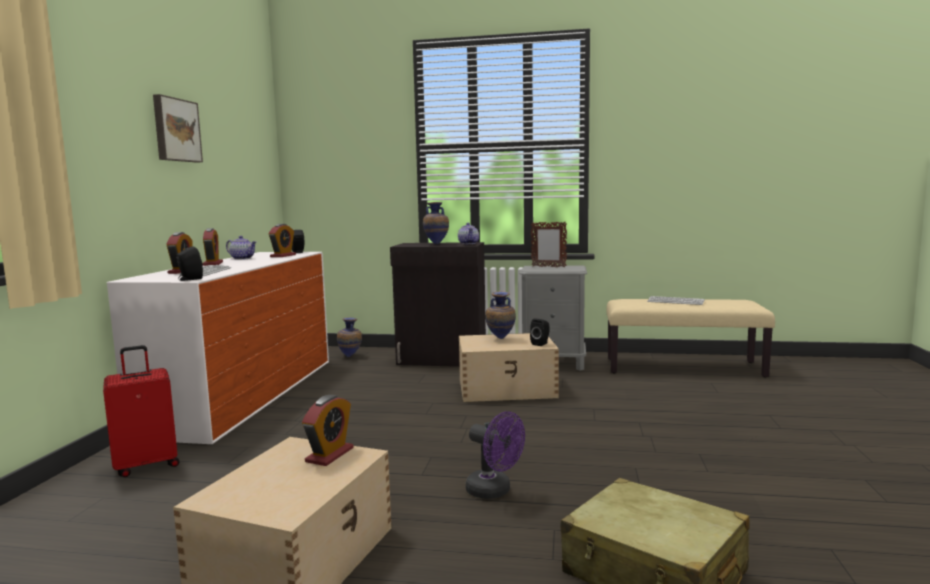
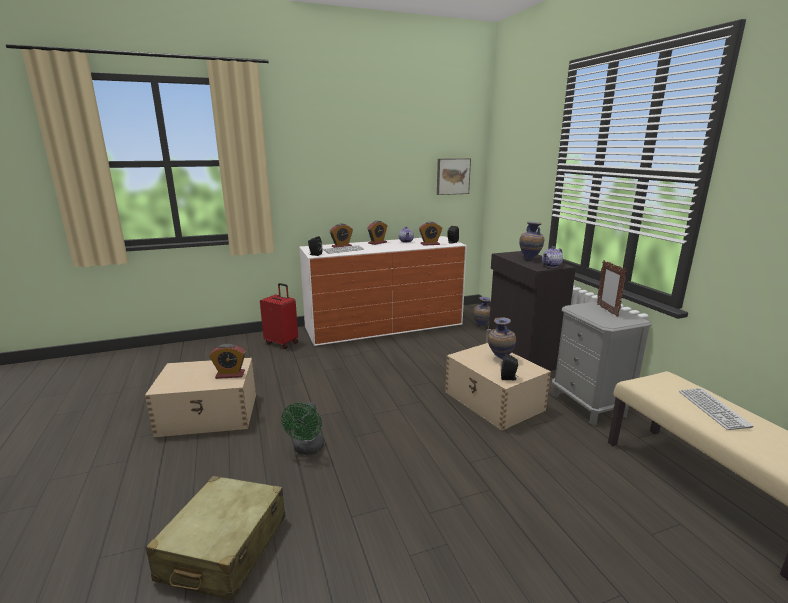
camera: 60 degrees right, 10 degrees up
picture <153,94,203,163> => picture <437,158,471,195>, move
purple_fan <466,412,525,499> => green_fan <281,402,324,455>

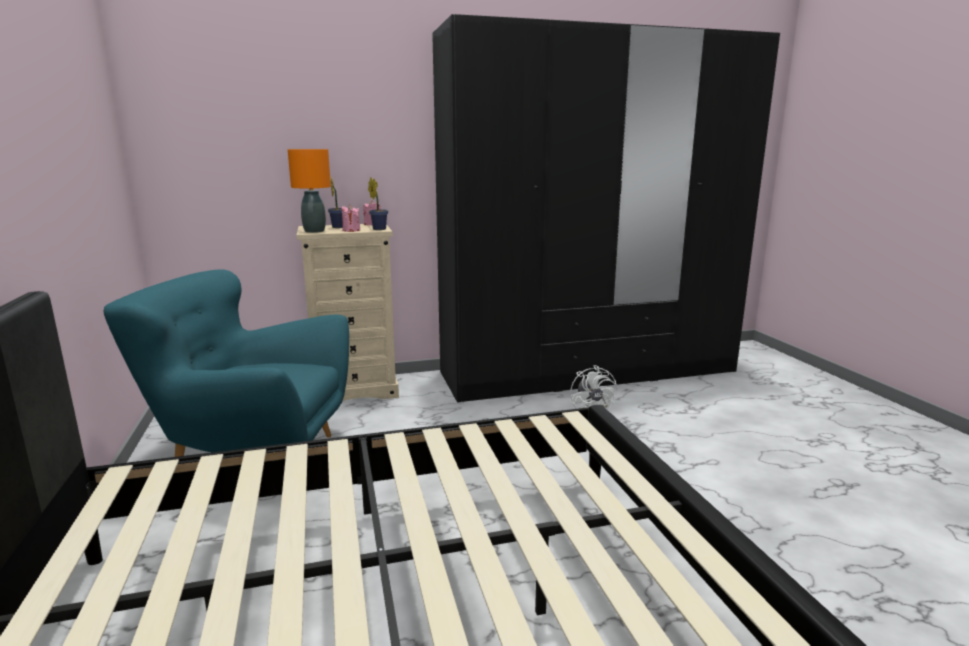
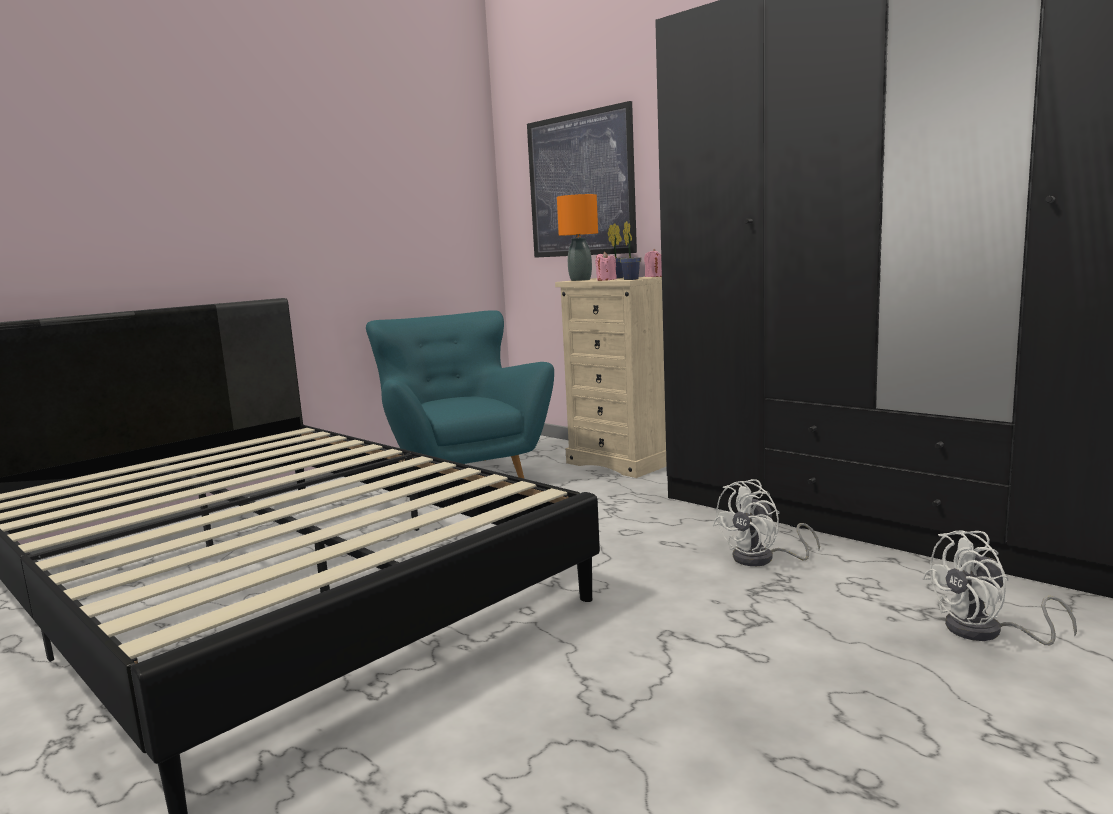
camera: 60 degrees right, 5 degrees down
nothing => picture <527,101,637,258>
nothing => white_fan <922,530,1077,645>

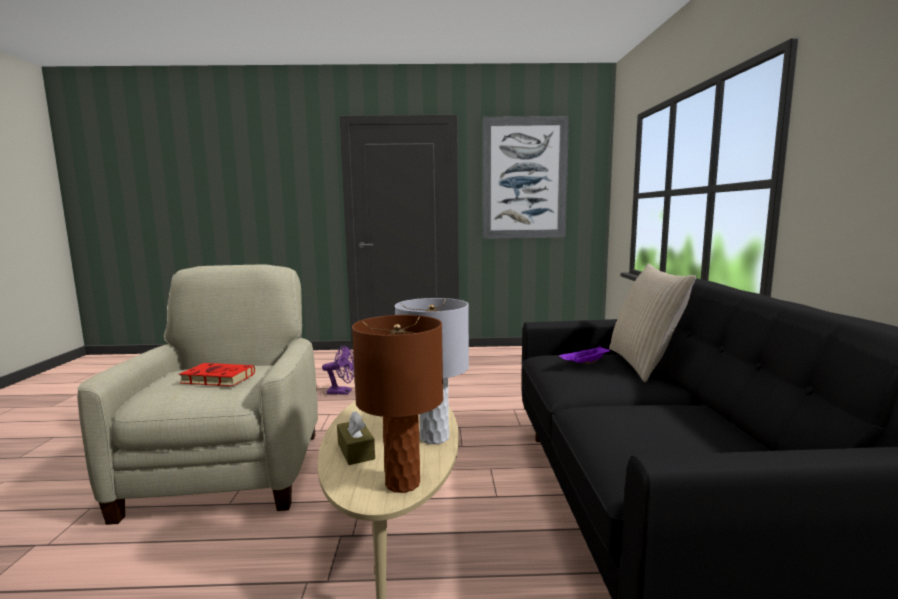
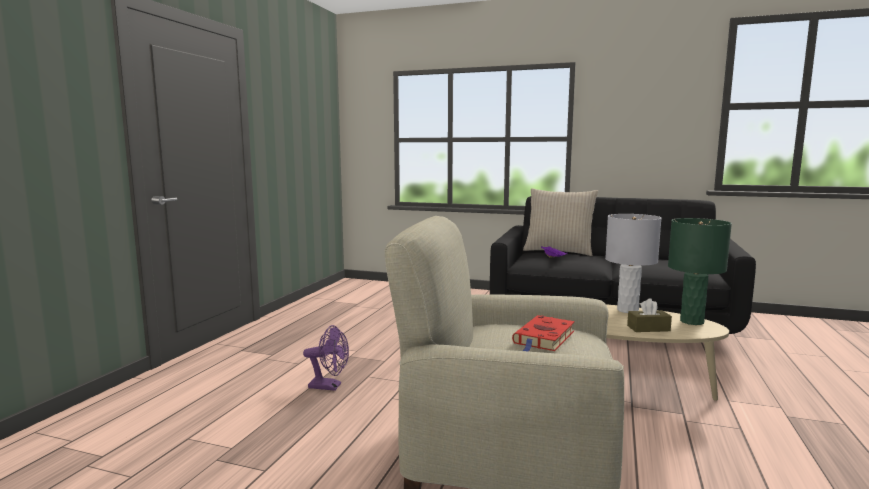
camera: 70 degrees left, 0 degrees up
purple_fan <322,345,355,395> => purple_fan <303,325,349,391>, 75 degrees clockwise
brown_table_lamp <352,315,443,493> => green_table_lamp <668,218,732,325>
picture <482,116,569,239> => nothing

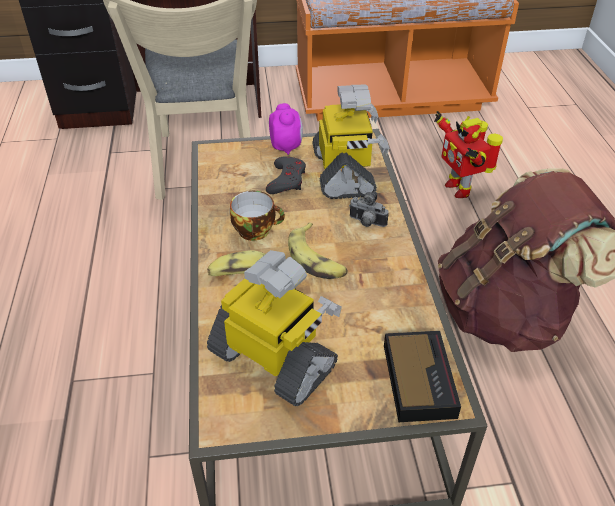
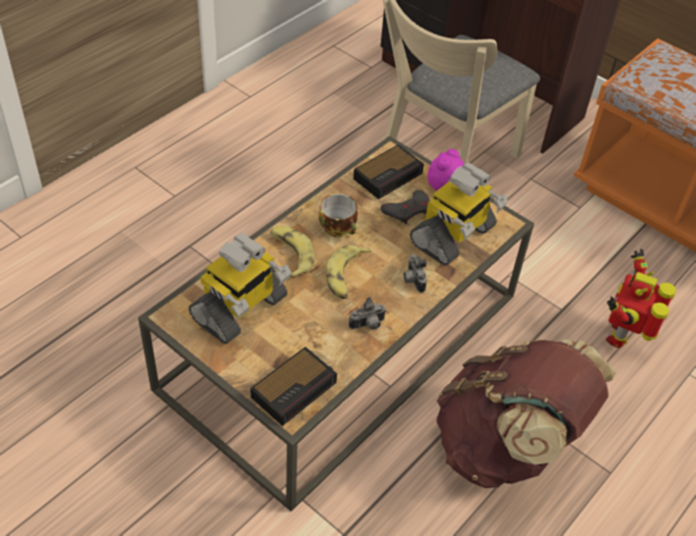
camera: 45 degrees right, 5 degrees up
toy_robot <207,250,342,406> => toy_robot <189,233,292,344>, 45 degrees clockwise
nothing => photo_camera <349,297,386,330>
nothing => alarm_clock <353,144,424,199>

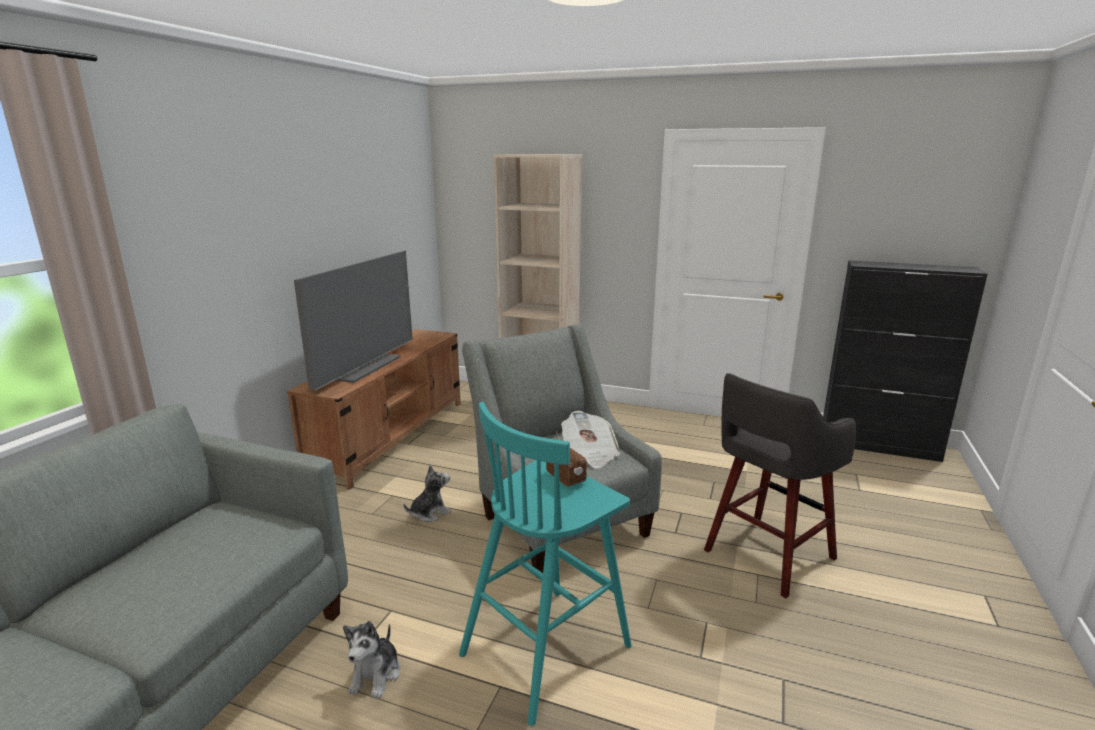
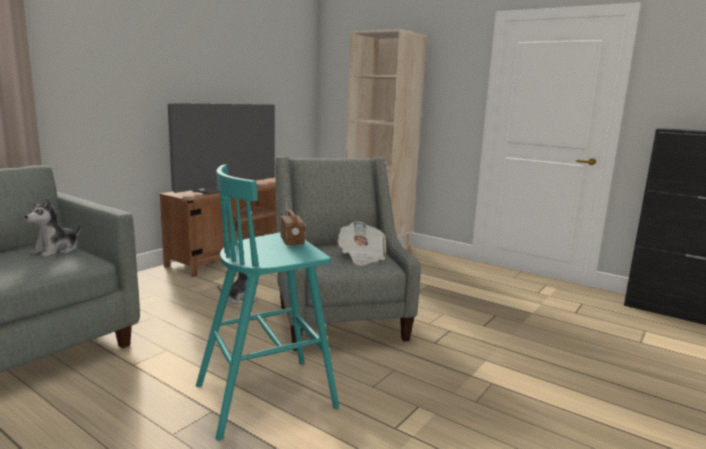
camera: 15 degrees right, 5 degrees down
plush_toy <343,621,400,699> => plush_toy <25,198,81,257>, move
grey_stool <704,373,856,598> => nothing

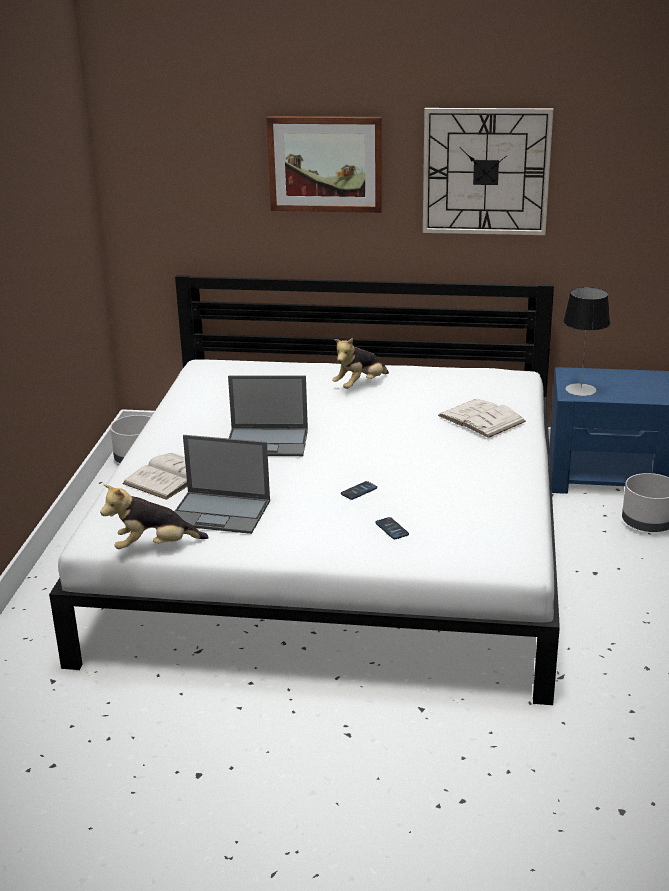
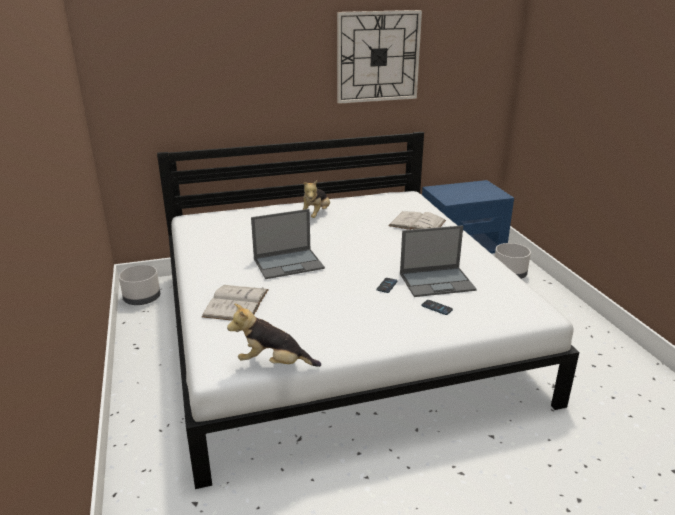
camera: 25 degrees left, 0 degrees up
plush_toy <100,484,209,549> => plush_toy <227,303,321,367>, 45 degrees clockwise
laptop <174,435,270,534> => laptop <400,225,477,297>, move
picture <266,116,382,213> => nothing
table_lamp <563,287,610,396> => nothing

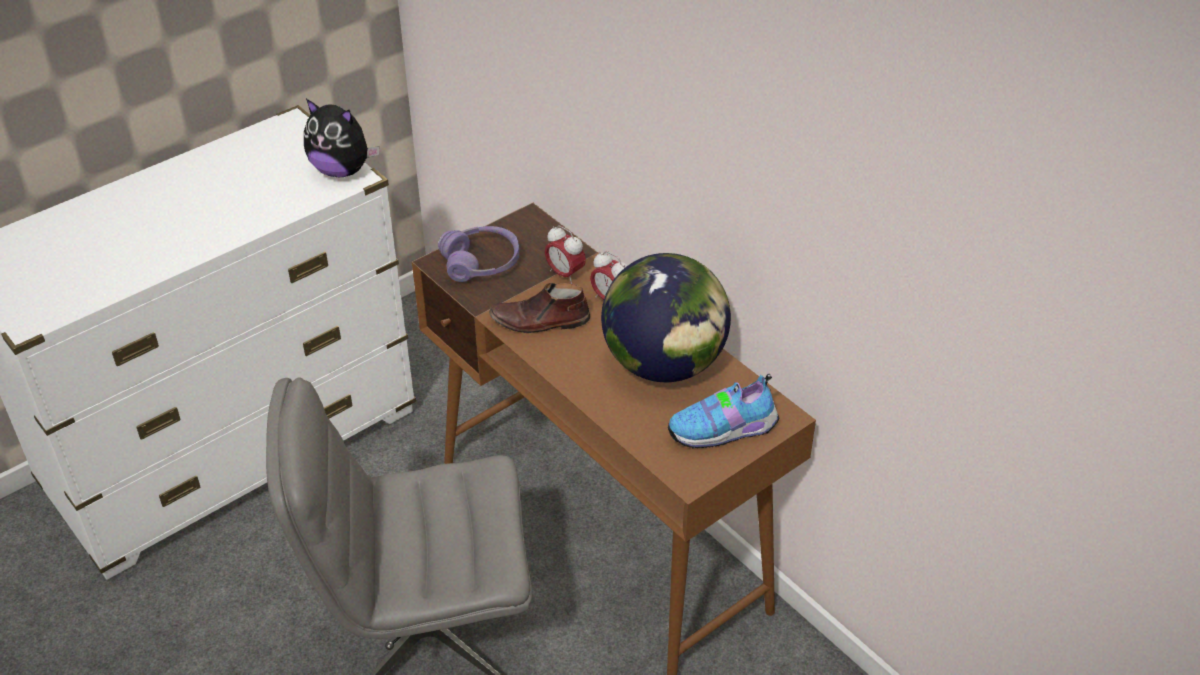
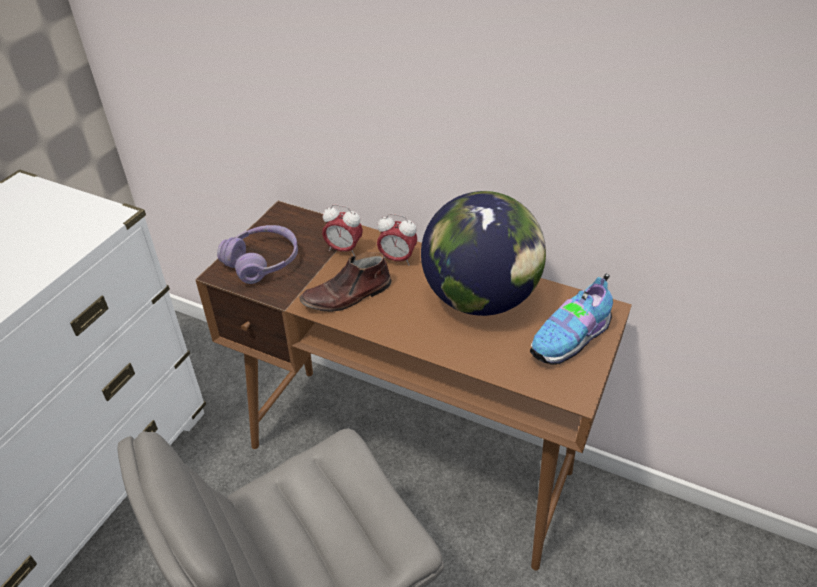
camera: 25 degrees left, 0 degrees up
plush_toy <304,99,379,177> => nothing

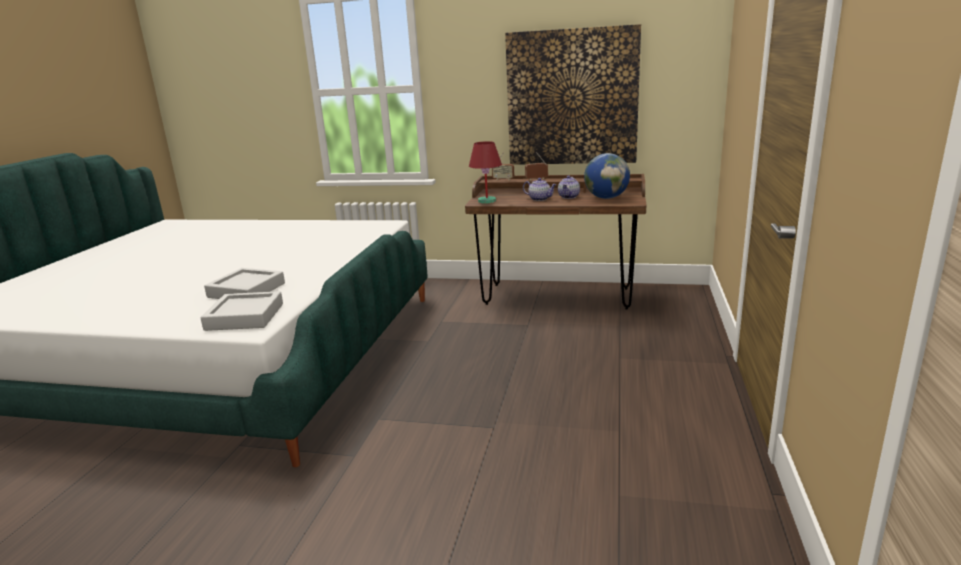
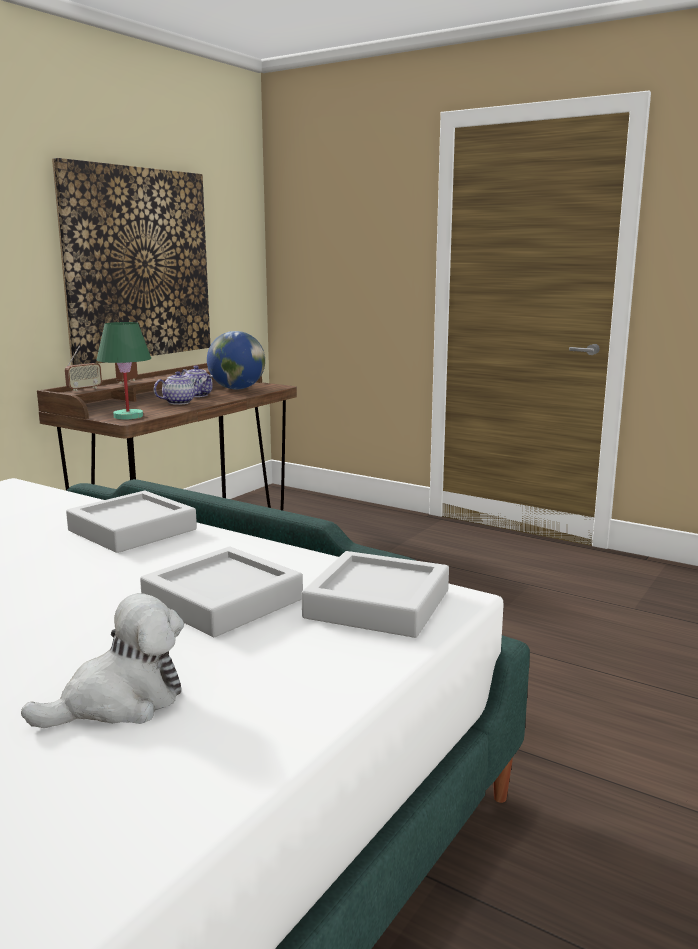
camera: 70 degrees left, 5 degrees down
red_table_lamp <469,141,502,204> => green_table_lamp <96,322,151,419>
nothing => plush_toy <21,593,184,728>
nothing => grey_tray <66,491,197,553>

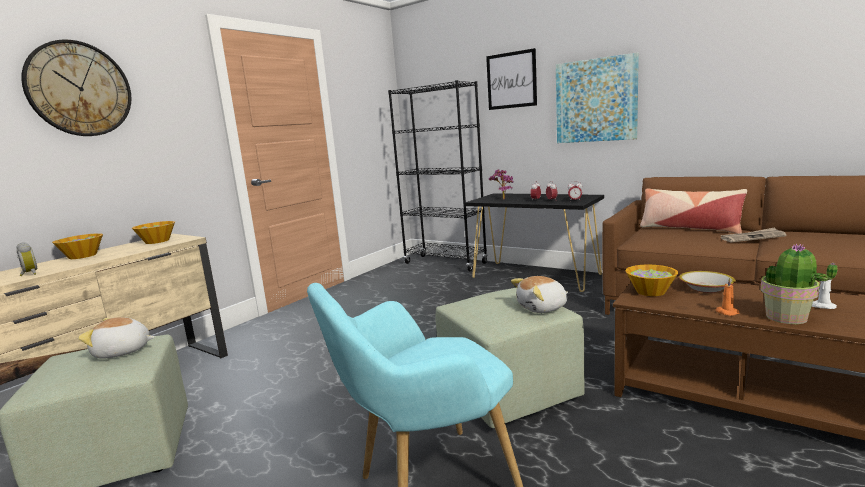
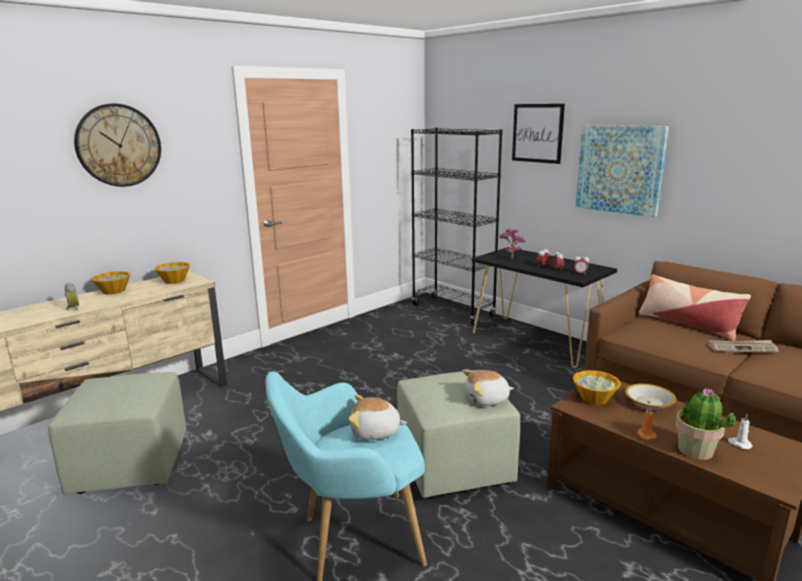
camera: 10 degrees right, 5 degrees up
plush_toy <78,317,154,359> => plush_toy <349,395,407,440>, move

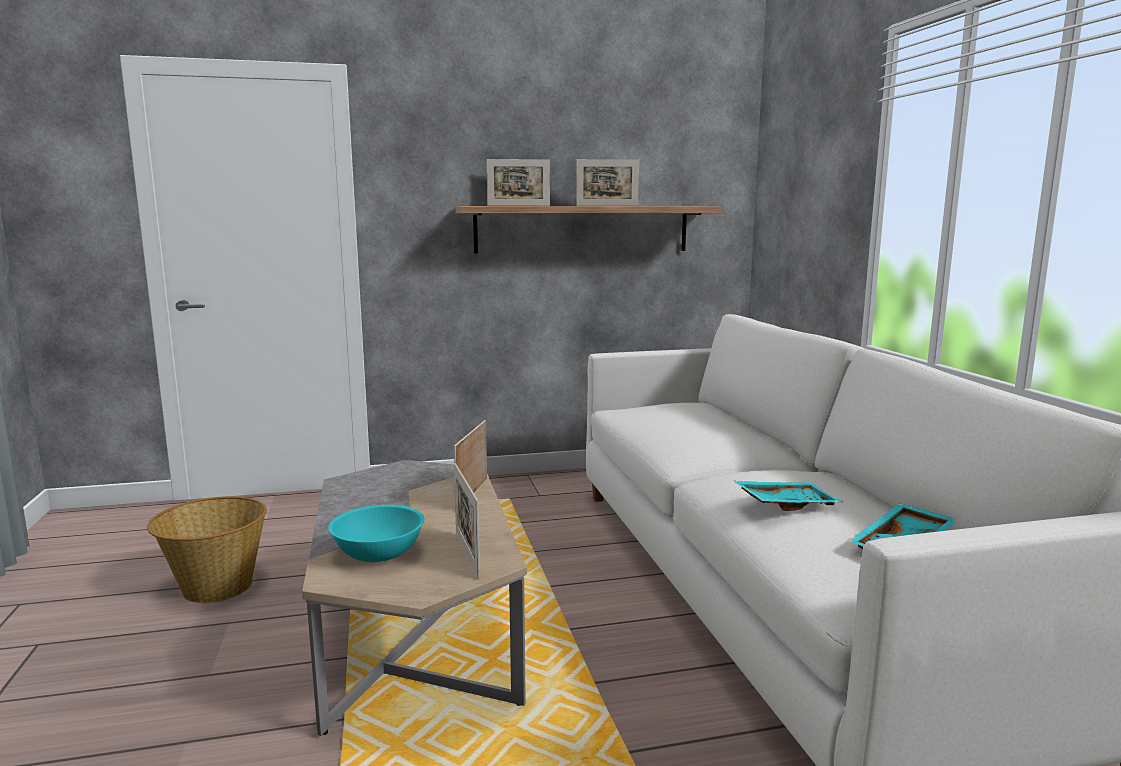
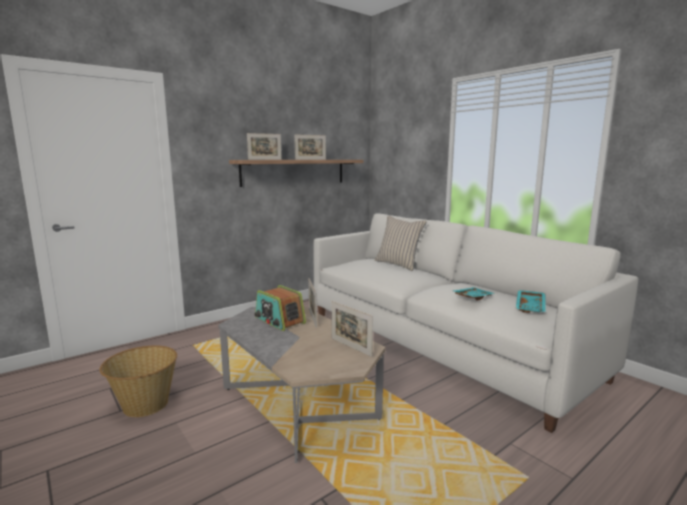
camera: 25 degrees left, 0 degrees up
turquoise_bowl <328,505,425,562> => nothing
nothing => radio <254,285,306,331>
nothing => beige_pillow <375,216,427,271>

